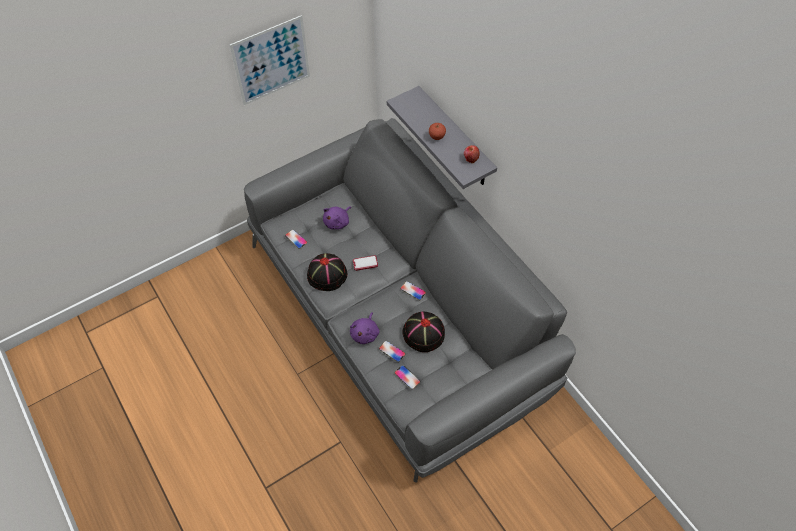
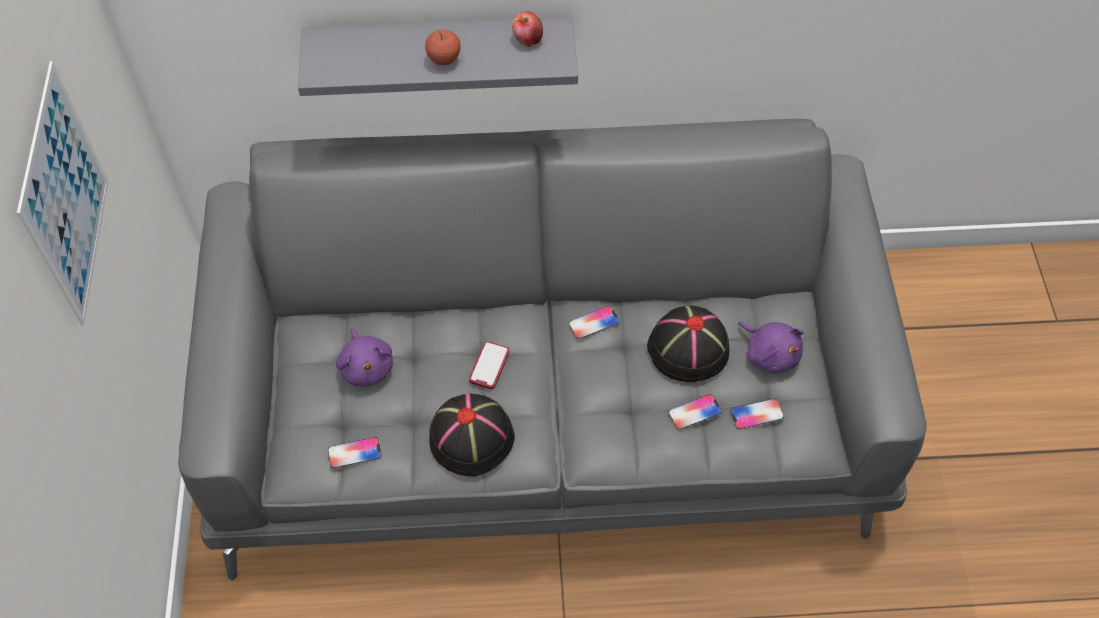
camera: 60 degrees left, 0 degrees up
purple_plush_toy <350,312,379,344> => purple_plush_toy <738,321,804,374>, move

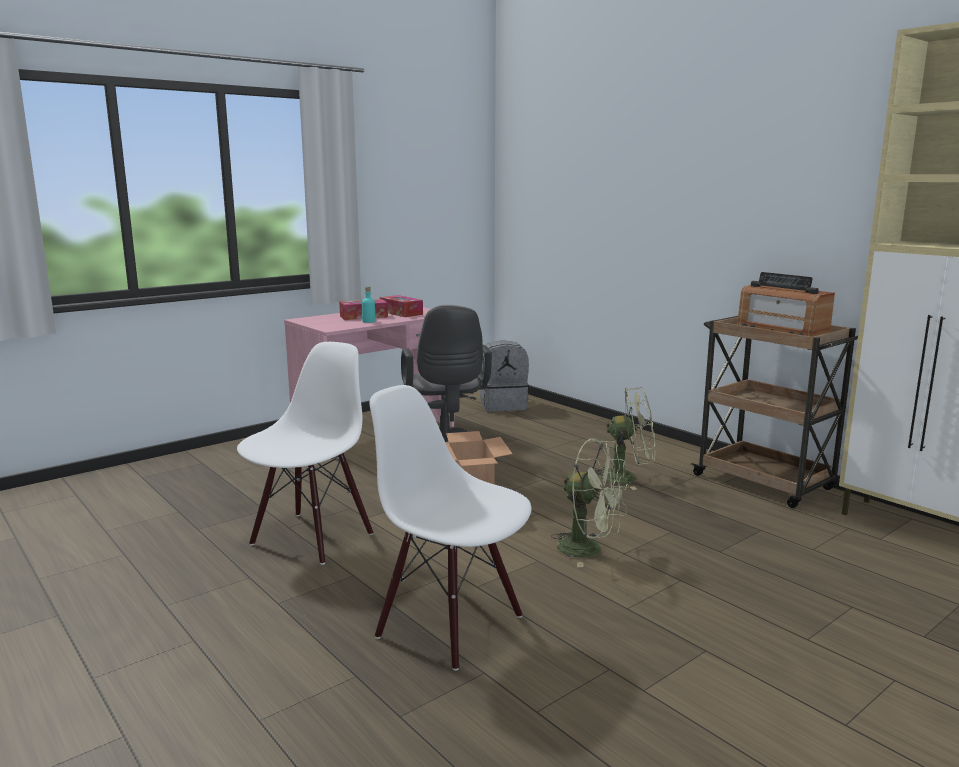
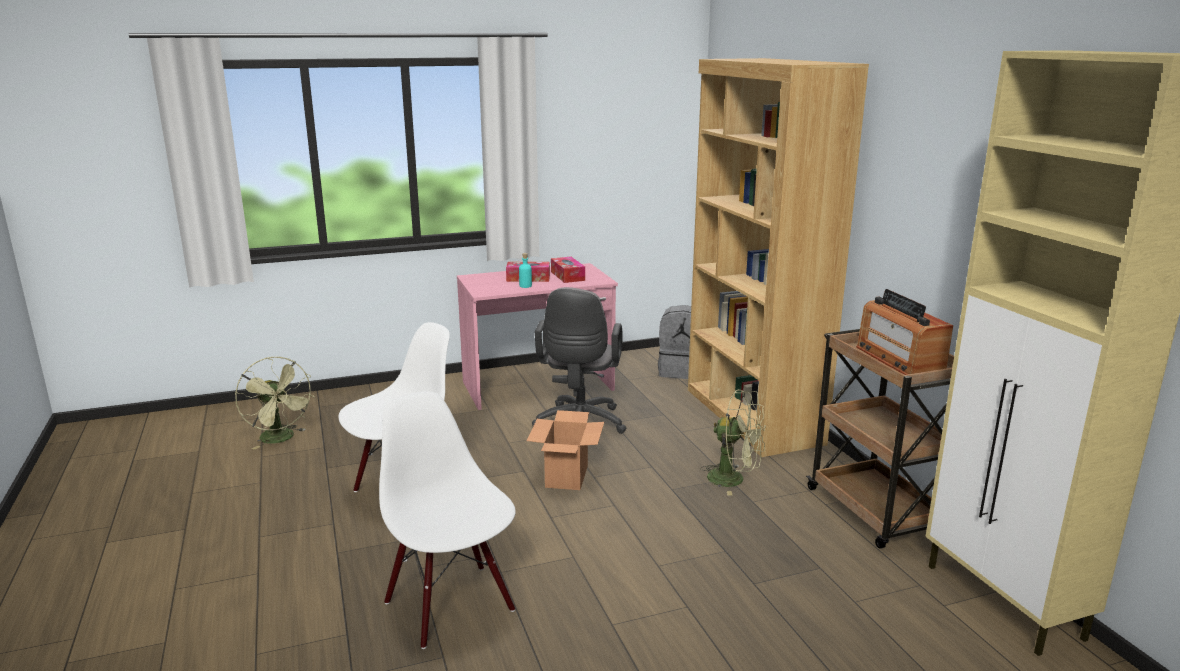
camera: 20 degrees right, 5 degrees up
green_fan <551,438,629,567> => green_fan <235,357,315,450>, move
nothing => brown_bookcase <688,58,869,457>

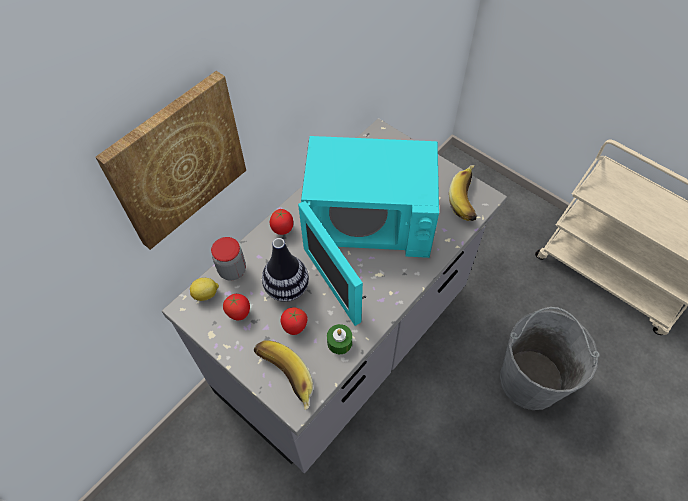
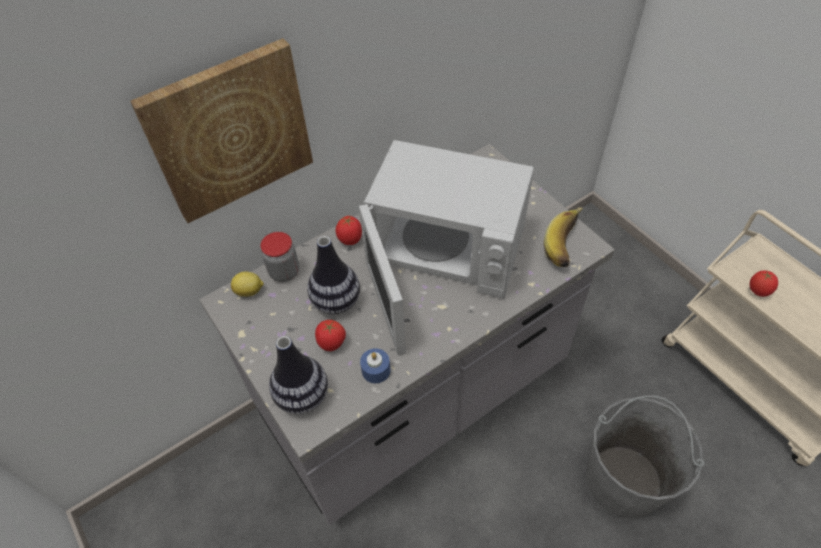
camera: 15 degrees right, 5 degrees down
tomato <223,294,250,320> => tomato <750,270,778,297>, move
banana <254,340,313,410> => vase <269,336,328,414>
turquoise_microwave <298,136,439,326> => white_microwave <359,140,534,355>
green_candle <327,324,352,354> => blue_candle <360,348,390,383>

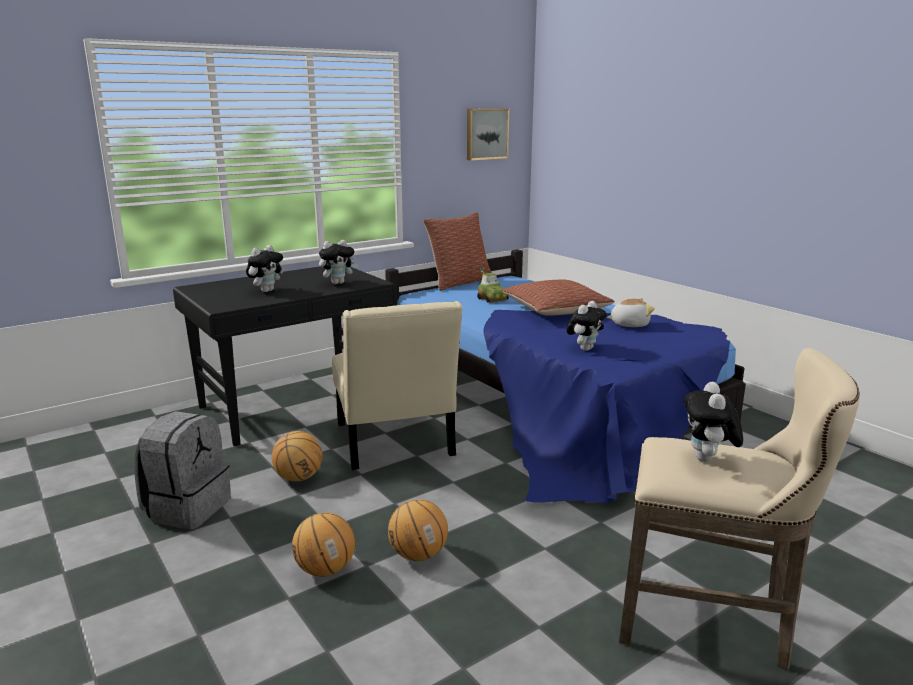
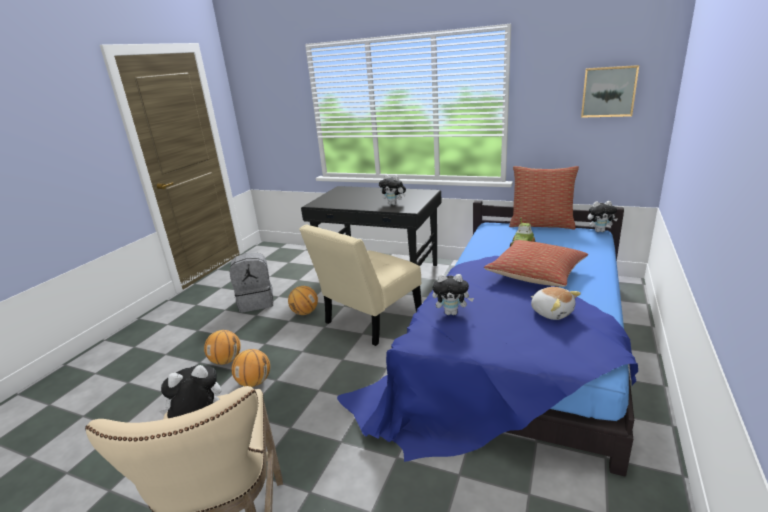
camera: 60 degrees right, 5 degrees up
plush_toy <246,245,283,292> => plush_toy <588,201,618,232>, move

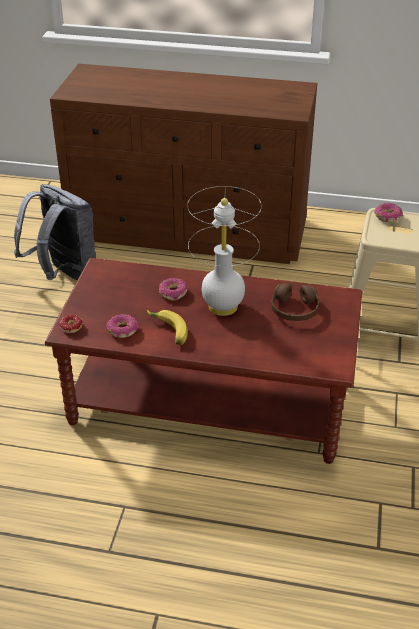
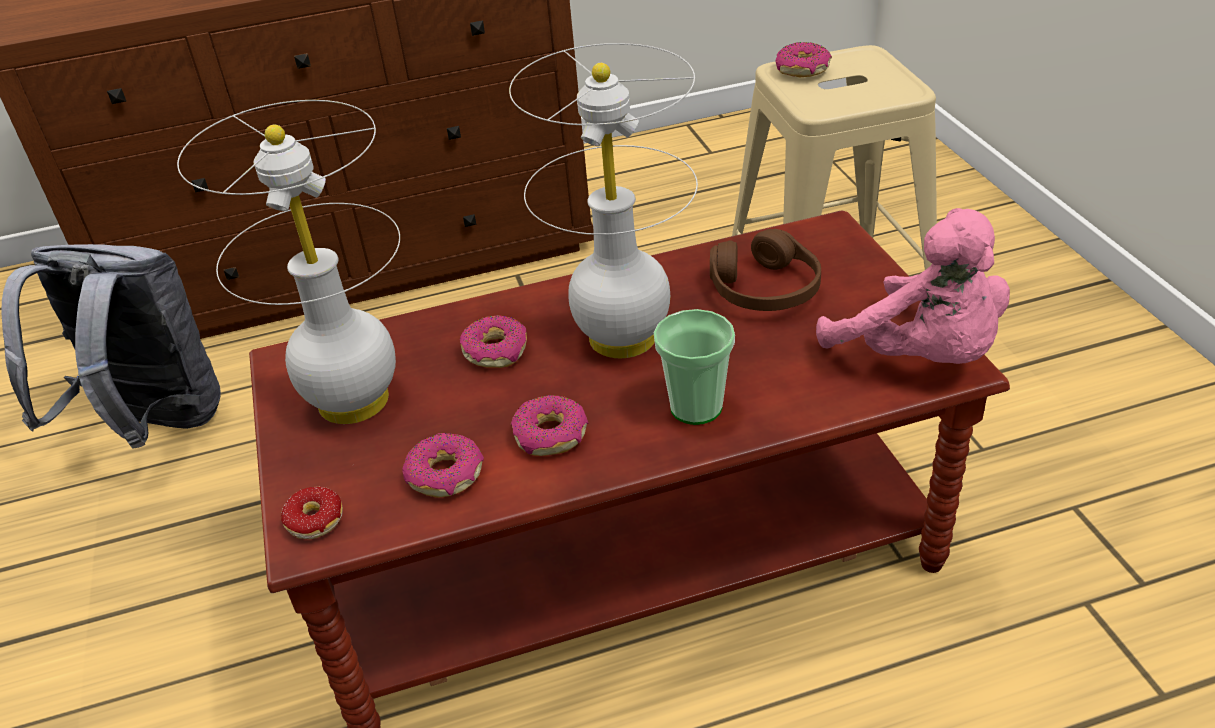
camera: 25 degrees left, 0 degrees up
banana <147,310,188,345> => donut <511,395,588,456>
nothing => white_table_lamp <177,100,400,424>
nothing => cup <654,309,735,425>
nothing => pink_plush_toy <816,208,1010,364>

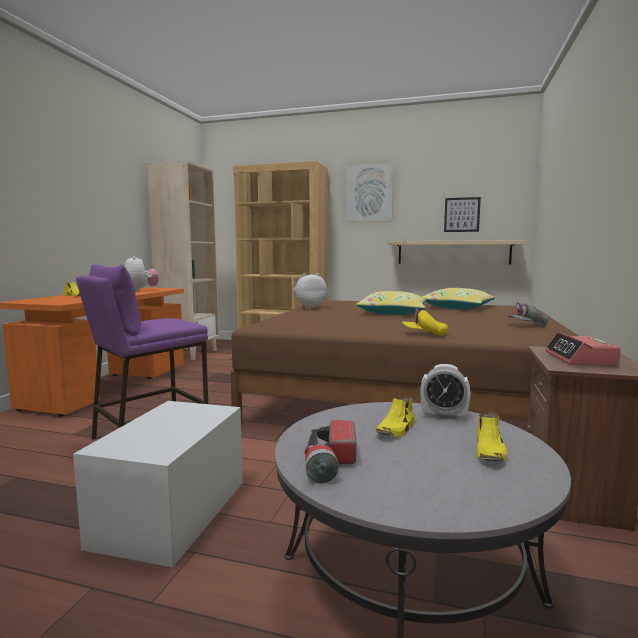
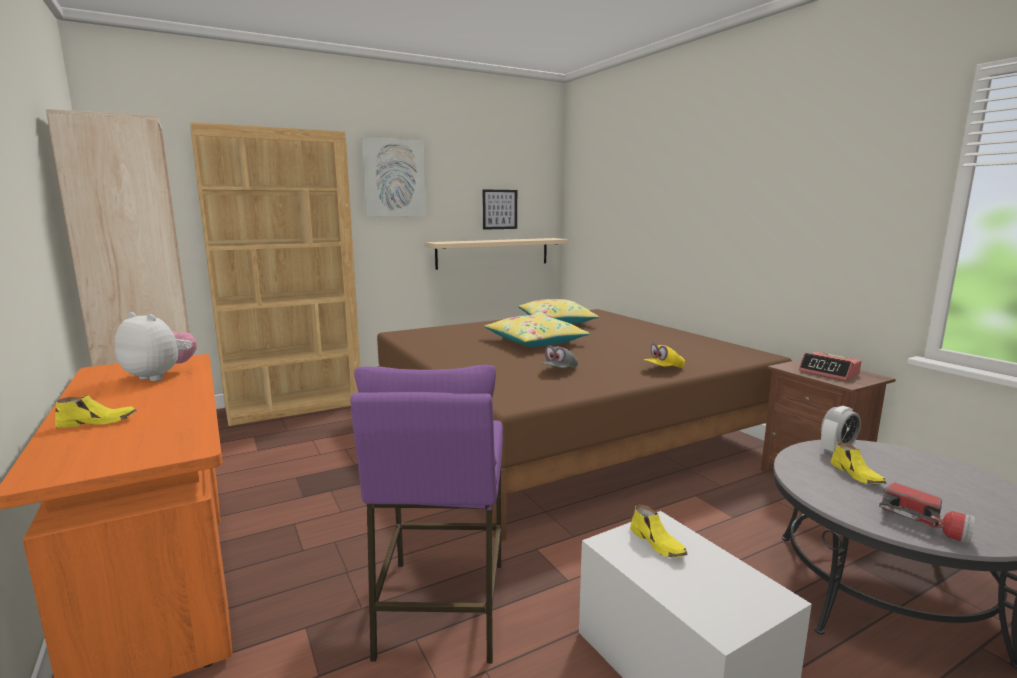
camera: 45 degrees left, 5 degrees up
plush_toy <293,273,327,309> => nothing
yellow_shoe <476,411,507,461> => yellow_shoe <630,505,688,558>, move
grey_cap <508,302,548,325> => grey_cap <541,346,578,368>, move

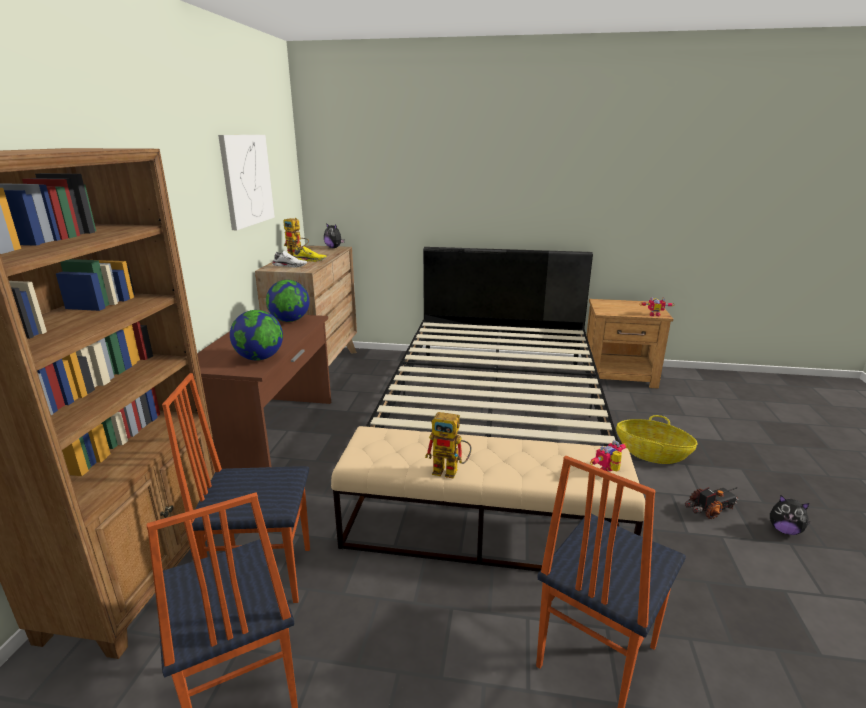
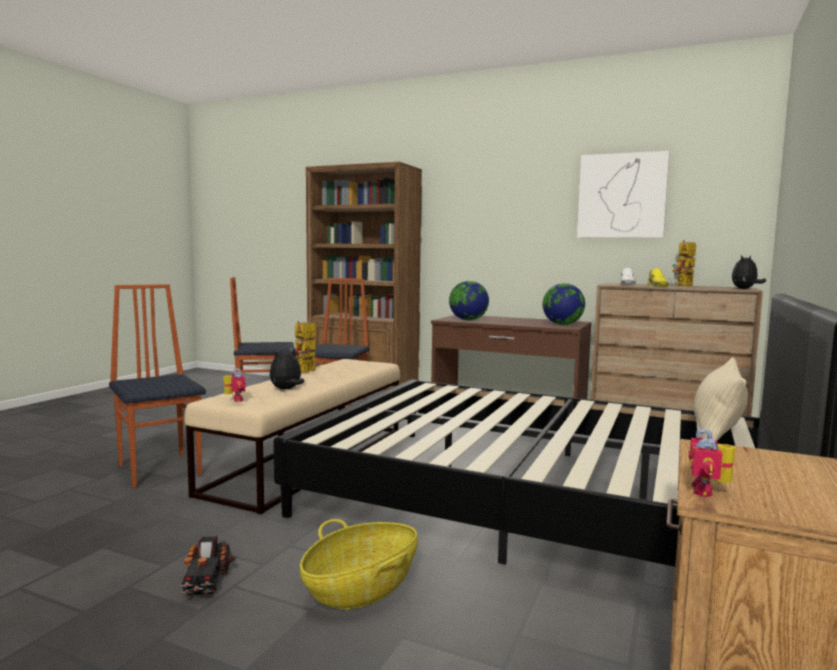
camera: 105 degrees right, 15 degrees down
plush_toy <770,495,811,535> => plush_toy <270,349,304,389>, move
nothing => beige_pillow <694,357,748,441>

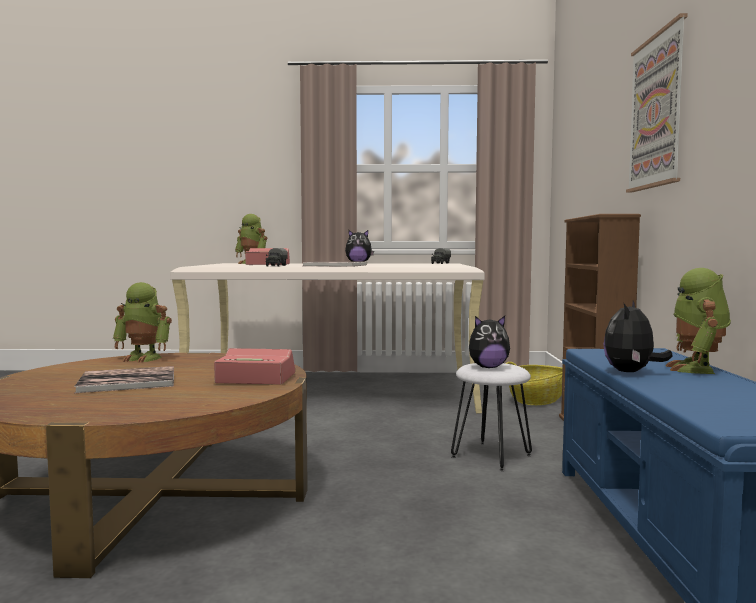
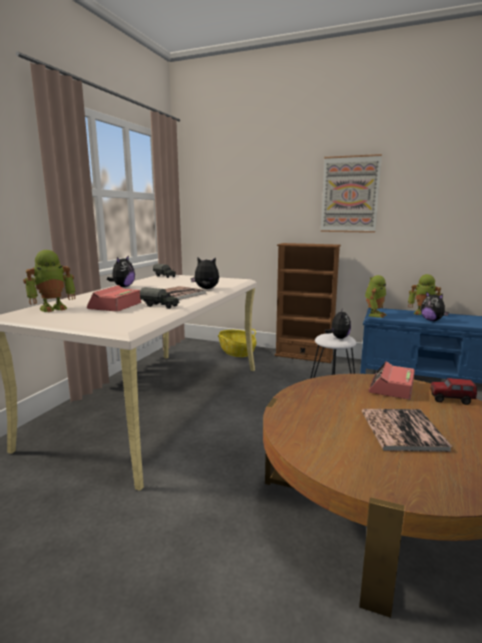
camera: 70 degrees left, 10 degrees up
toy_robot <113,282,172,363> => toy_robot <365,275,386,318>, move
nothing => plush_toy <191,257,219,289>
nothing => toy_truck <430,378,477,405>

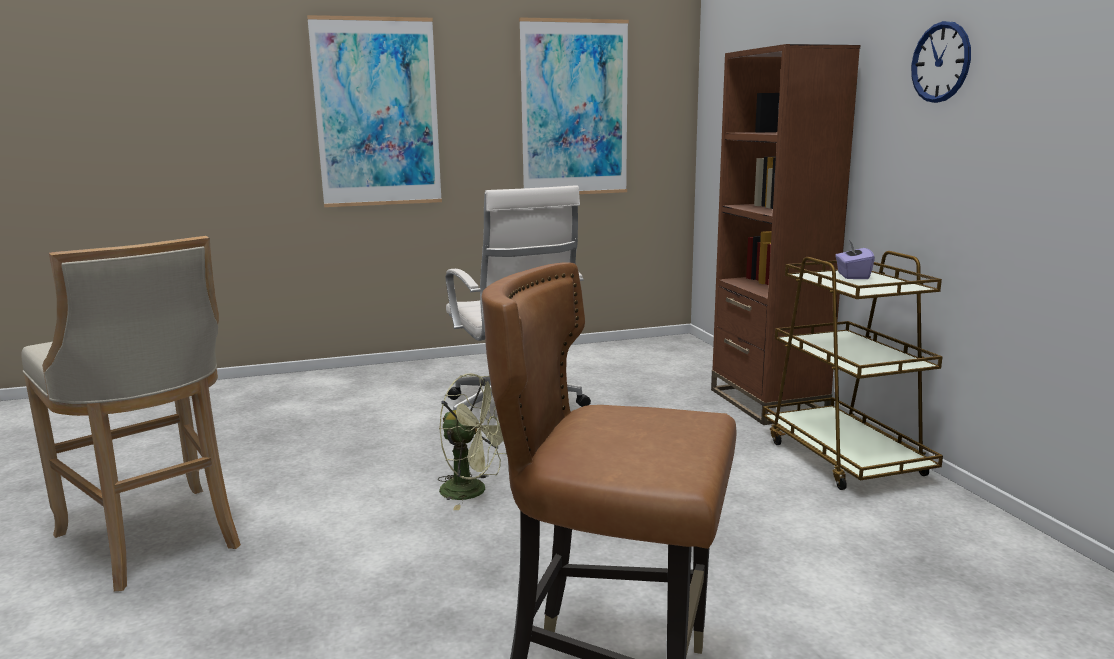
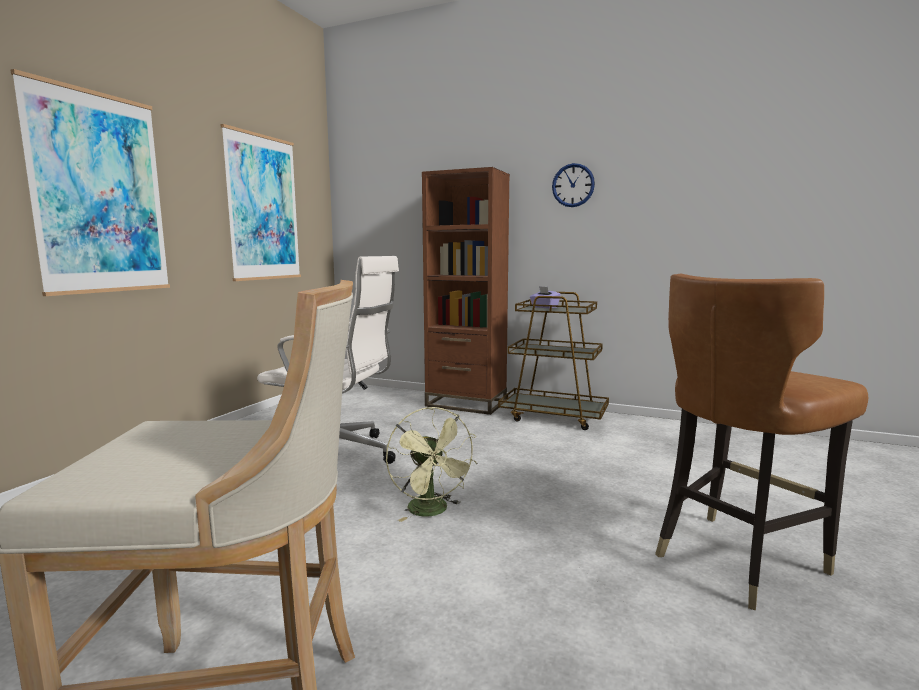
camera: 50 degrees left, 5 degrees down
green_fan <438,373,507,510> => green_fan <386,407,477,522>, 90 degrees clockwise

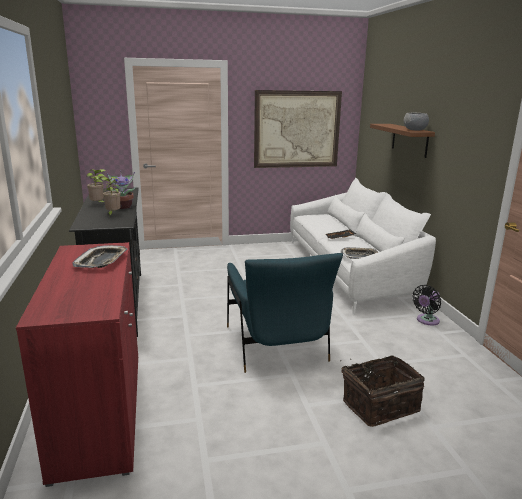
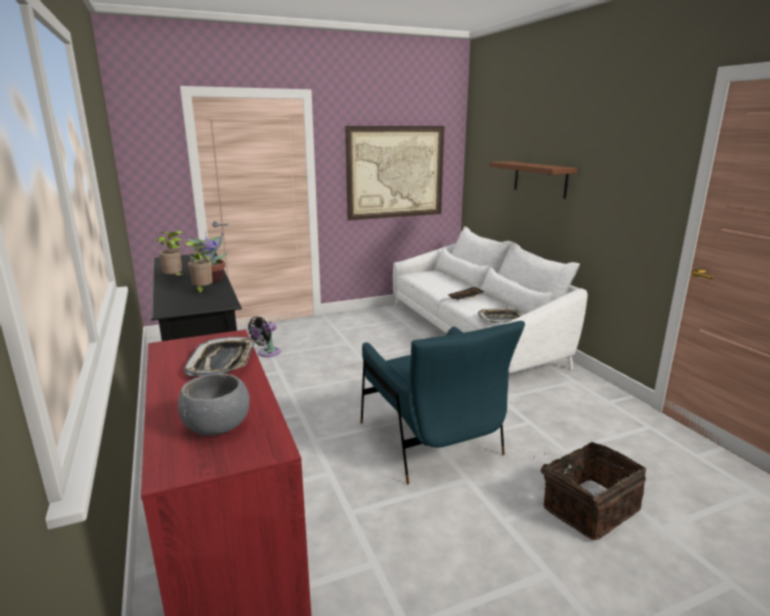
camera: 10 degrees left, 0 degrees up
grey_bowl <404,113,429,131> => grey_bowl <178,373,250,435>, move
black_fan <412,285,441,325> => black_fan <248,317,281,357>, move

